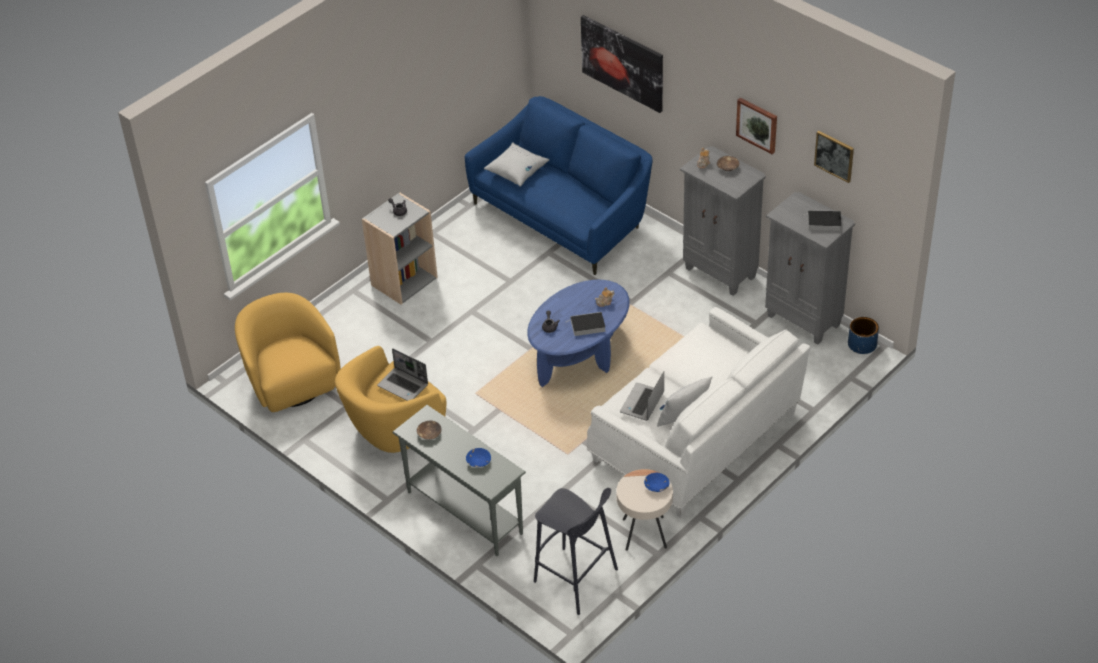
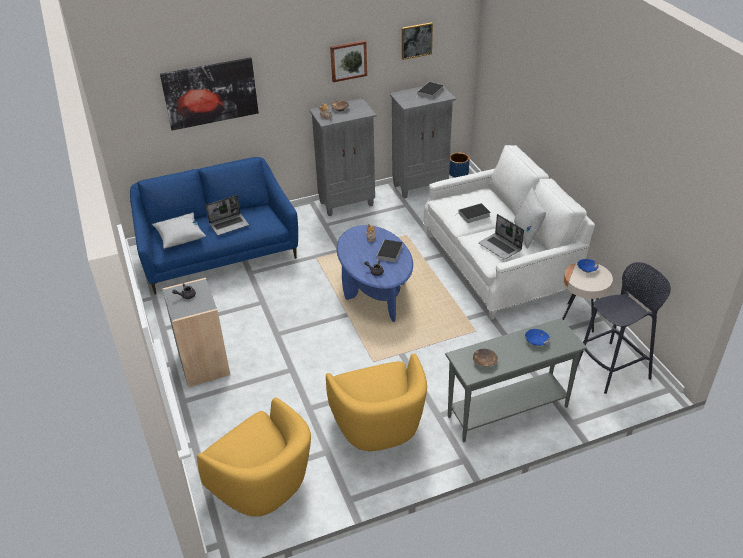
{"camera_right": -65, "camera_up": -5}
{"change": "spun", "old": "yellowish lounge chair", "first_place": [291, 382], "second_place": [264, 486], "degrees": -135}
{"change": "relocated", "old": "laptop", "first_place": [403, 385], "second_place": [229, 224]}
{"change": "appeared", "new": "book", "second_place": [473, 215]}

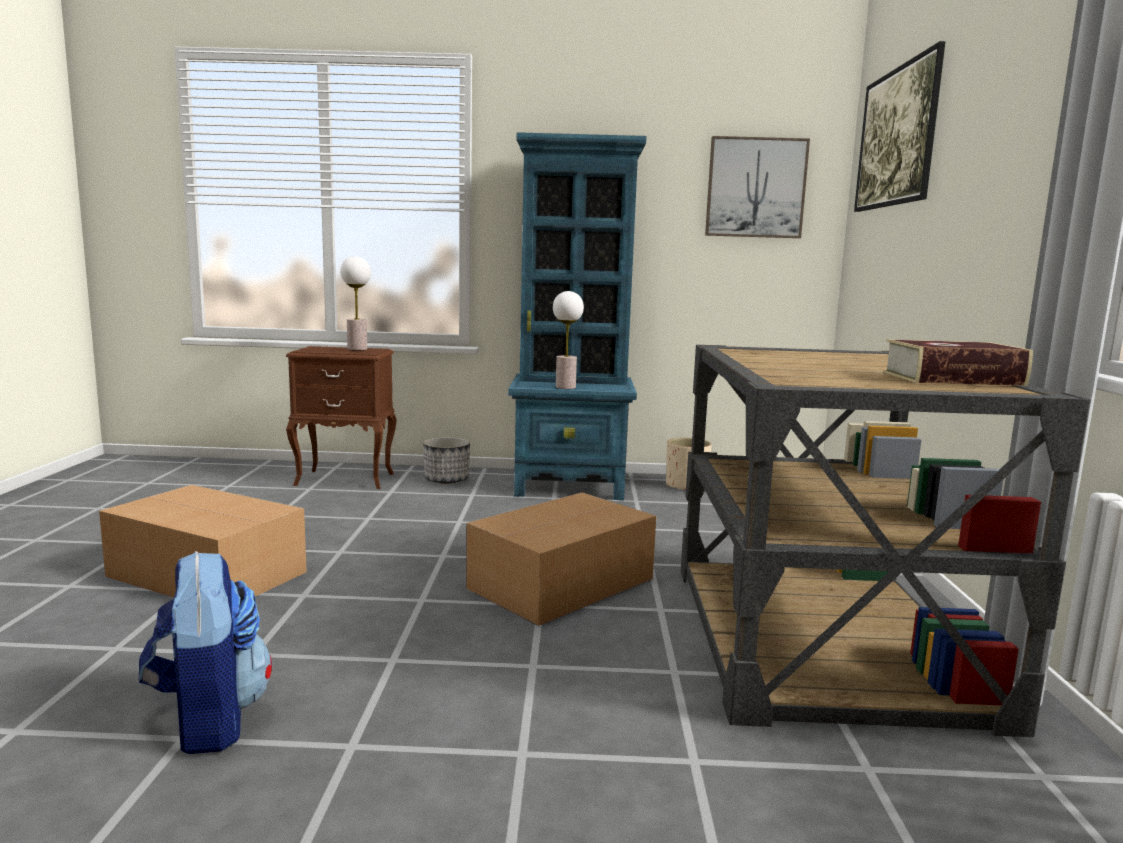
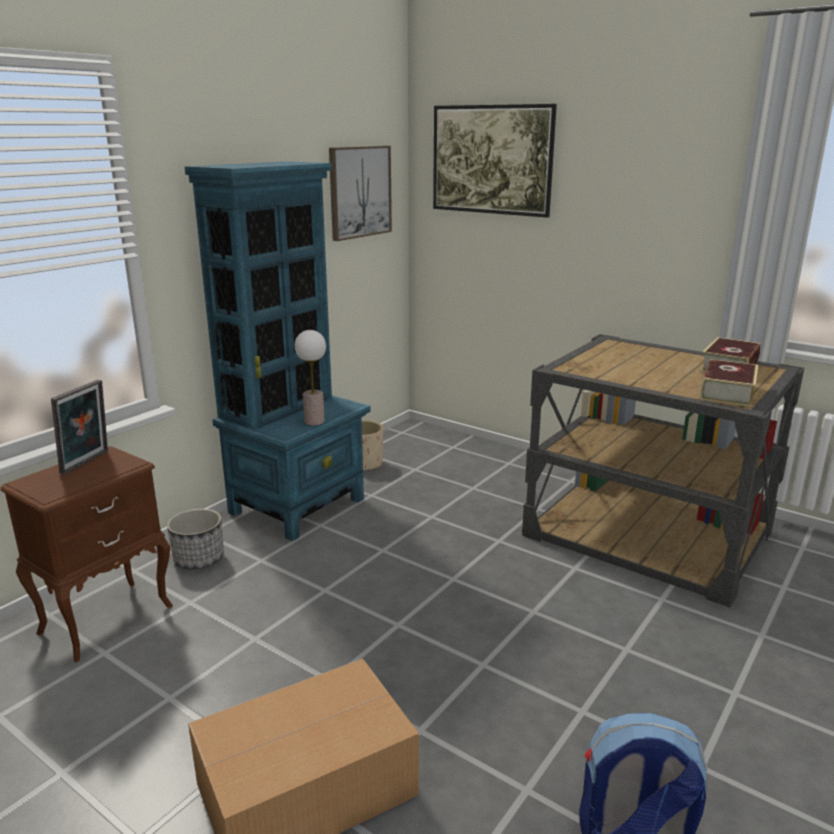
{"camera_right": -55, "camera_up": 10}
{"change": "exchanged", "old": "lamp for a table", "new": "standing frame", "first_place": [357, 349], "second_place": [87, 462]}
{"change": "appeared", "new": "book", "second_place": [727, 392]}
{"change": "missing", "old": "carton", "first_place": [564, 583]}

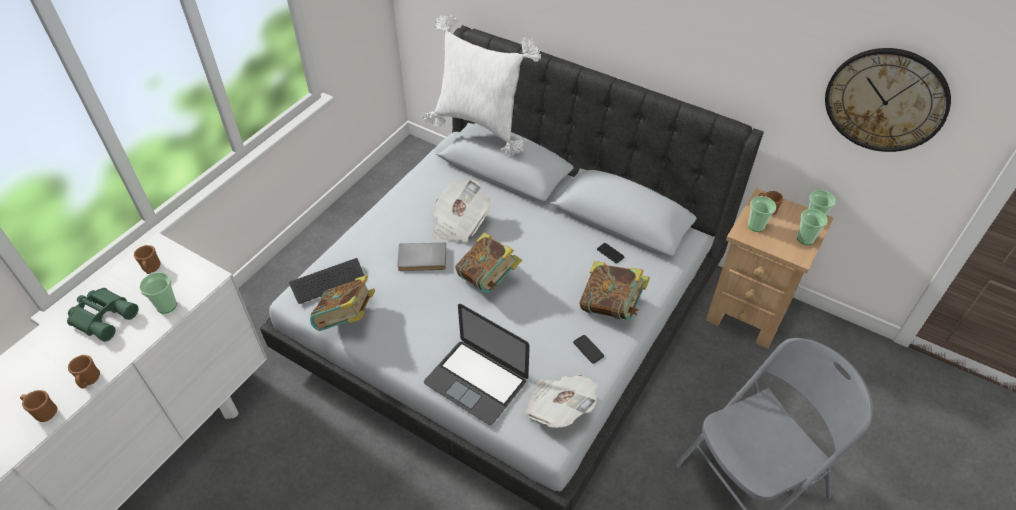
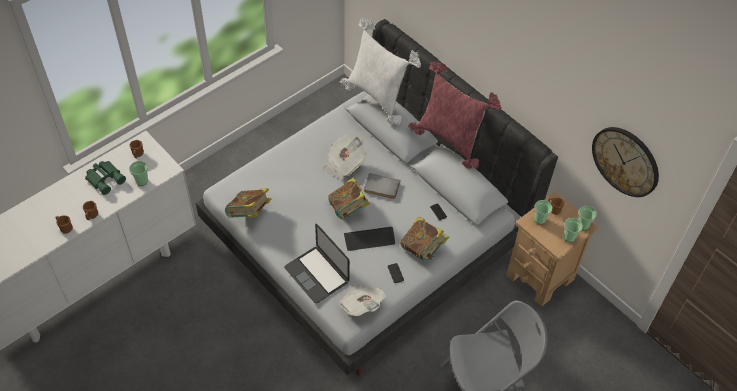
{"camera_right": 15, "camera_up": 5}
{"change": "relocated", "old": "computer keyboard", "first_place": [328, 282], "second_place": [369, 239]}
{"change": "relocated", "old": "greyish book", "first_place": [422, 259], "second_place": [381, 188]}
{"change": "appeared", "new": "reddish throw pillow", "second_place": [450, 143]}

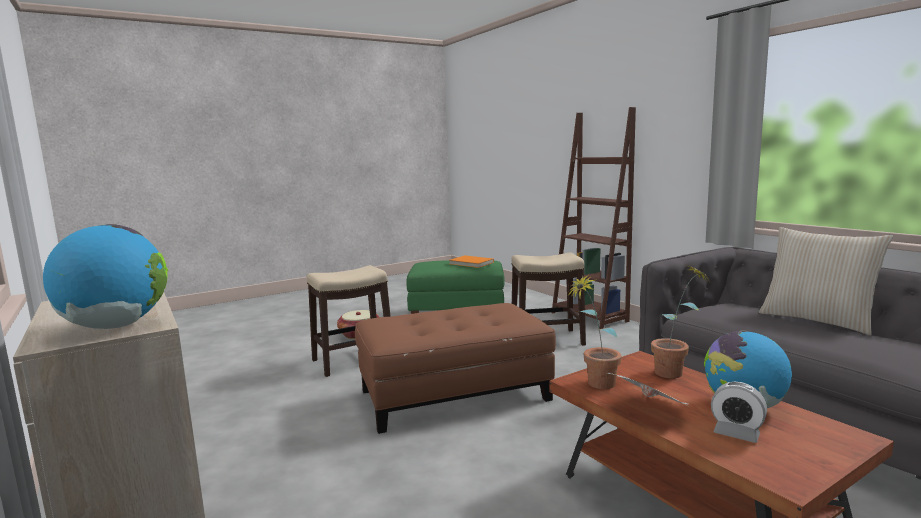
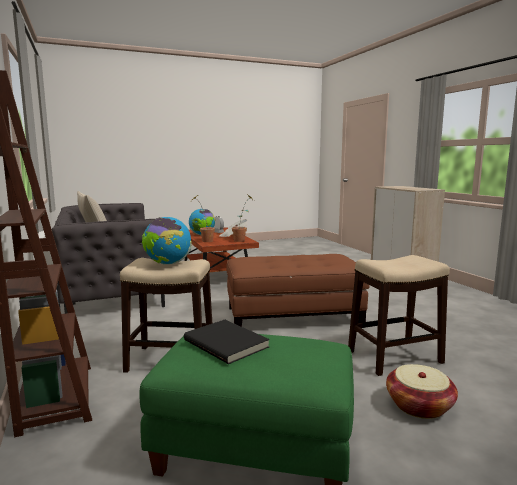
{"camera_right": -170, "camera_up": 0}
{"change": "relocated", "old": "globe", "first_place": [116, 326], "second_place": [168, 264]}
{"change": "colour", "old": "orange book", "new": "black book", "first_place": [471, 263], "second_place": [227, 343]}

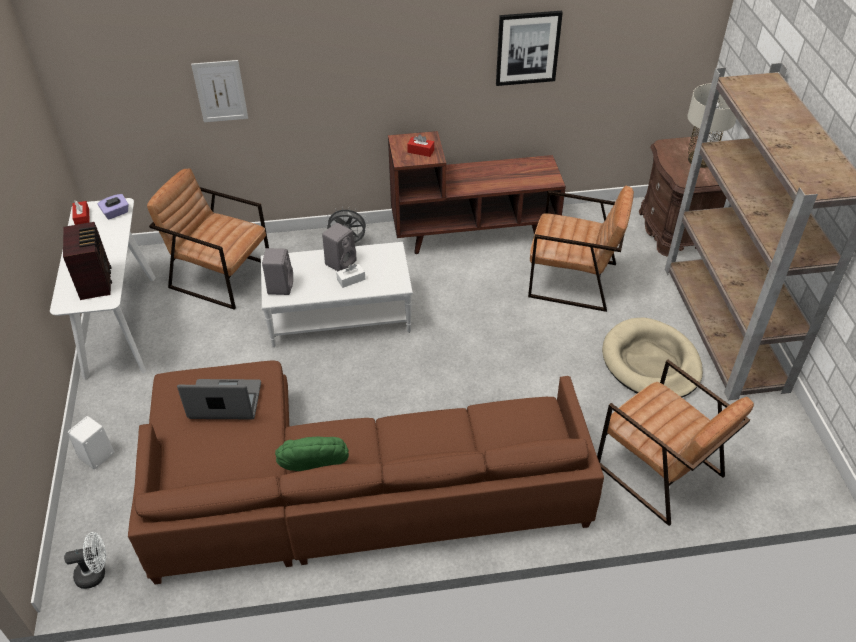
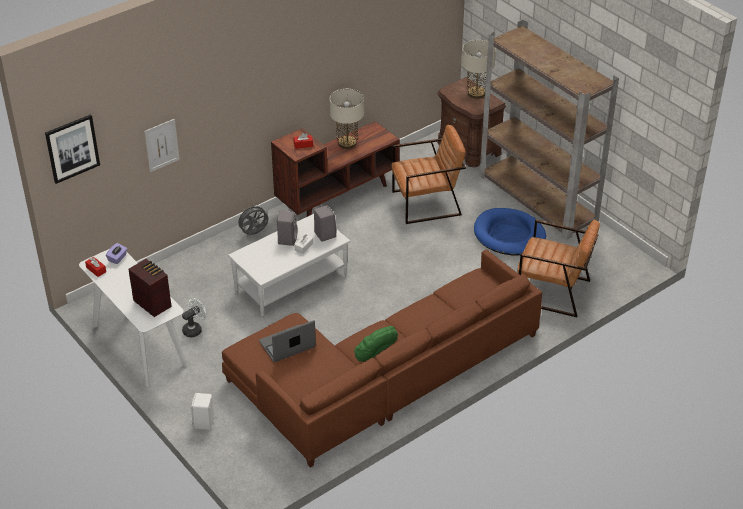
{"camera_right": -30, "camera_up": -5}
{"change": "relocated", "old": "wall picture", "first_place": [527, 48], "second_place": [72, 148]}
{"change": "relocated", "old": "whitish fan", "first_place": [96, 573], "second_place": [194, 329]}
{"change": "relocated", "old": "greyish speaker", "first_place": [280, 286], "second_place": [324, 234]}
{"change": "appeared", "new": "lamp for a table", "second_place": [347, 143]}
{"change": "colour", "old": "sand-coloured dog cushion", "new": "blue-coloured dog cushion", "first_place": [651, 362], "second_place": [509, 235]}
{"change": "missing", "old": "brownish lounge chair", "first_place": [221, 275]}

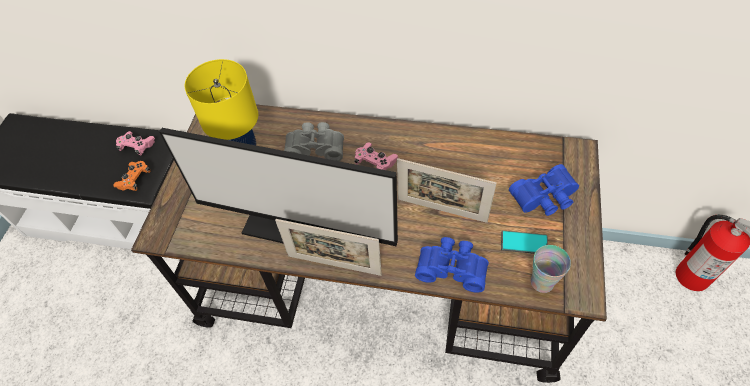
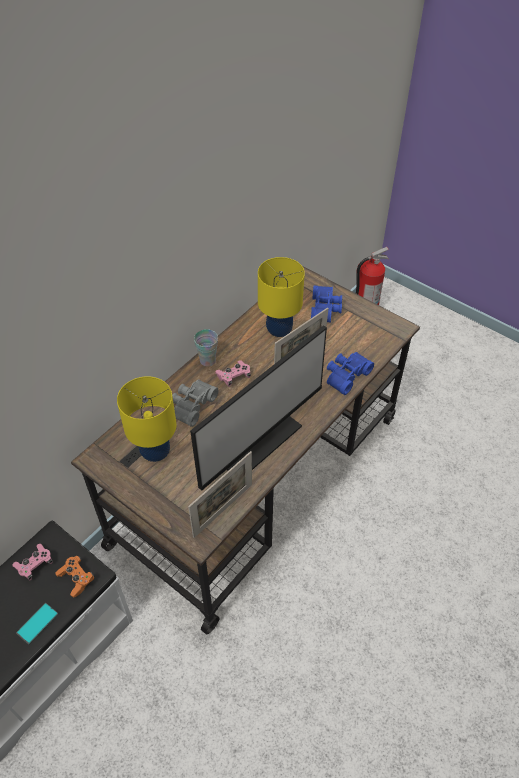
{"camera_right": -65, "camera_up": -5}
{"change": "relocated", "old": "phone", "first_place": [524, 243], "second_place": [37, 623]}
{"change": "relocated", "old": "standing frame", "first_place": [334, 265], "second_place": [223, 510]}
{"change": "relocated", "old": "cup", "first_place": [542, 282], "second_place": [207, 360]}
{"change": "appeared", "new": "yellowish lamp for a table", "second_place": [278, 331]}

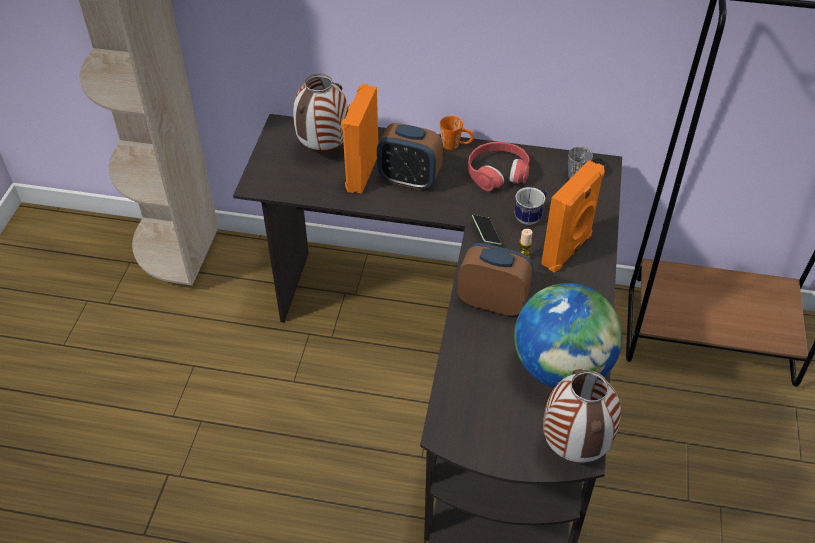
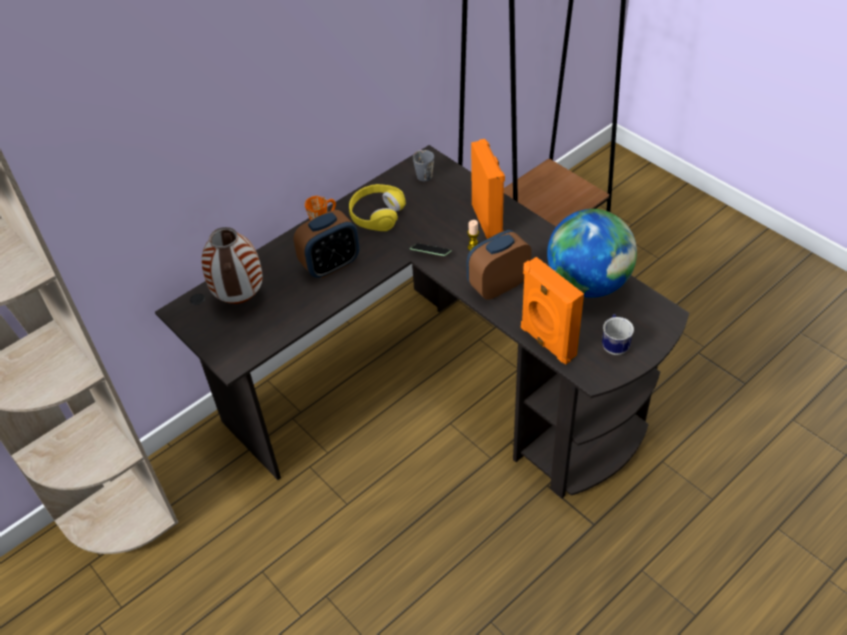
{"camera_right": -50, "camera_up": 0}
{"change": "colour", "old": "reddish headset", "new": "yellowish headset", "first_place": [497, 172], "second_place": [376, 214]}
{"change": "relocated", "old": "orange speaker", "first_place": [361, 172], "second_place": [546, 342]}
{"change": "relocated", "old": "mug", "first_place": [530, 216], "second_place": [614, 344]}
{"change": "missing", "old": "decorative vase", "first_place": [572, 448]}

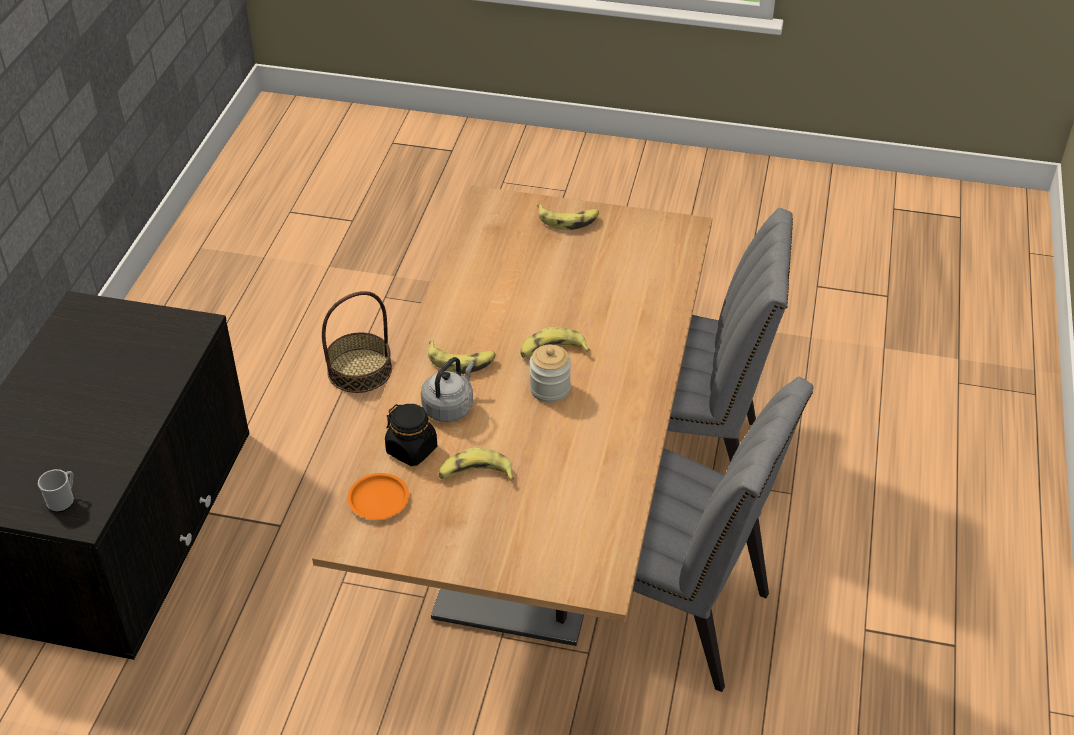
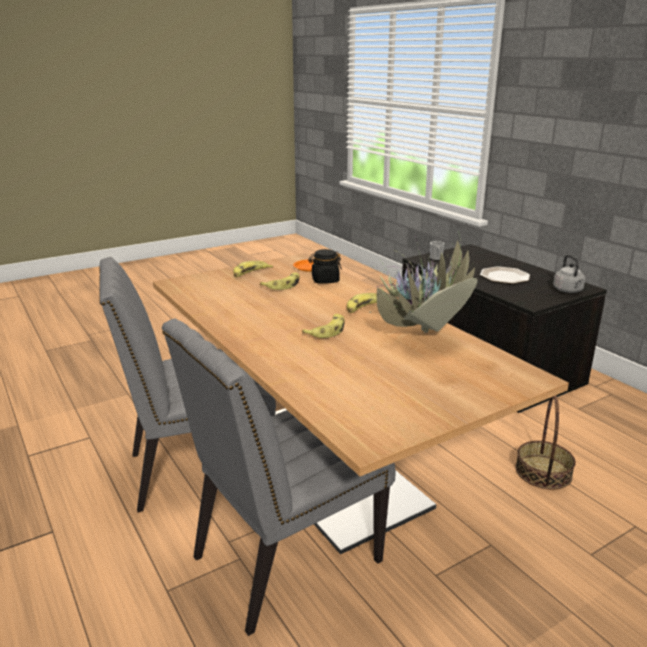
{"camera_right": 135, "camera_up": -20}
{"change": "relocated", "old": "banana fruit", "first_place": [568, 220], "second_place": [250, 273]}
{"change": "appeared", "new": "houseplant", "second_place": [421, 338]}
{"change": "appeared", "new": "dinner plate", "second_place": [504, 276]}
{"change": "relocated", "old": "greyish tea kettle", "first_place": [449, 407], "second_place": [568, 291]}
{"change": "missing", "old": "preserve jar", "first_place": [550, 389]}

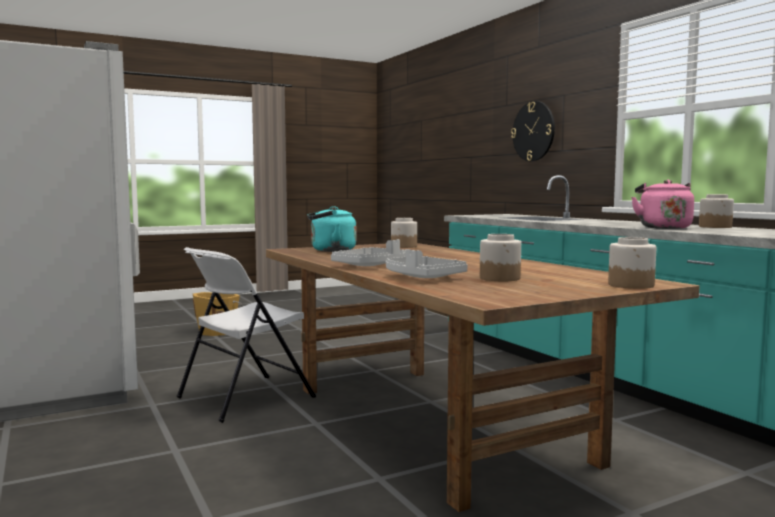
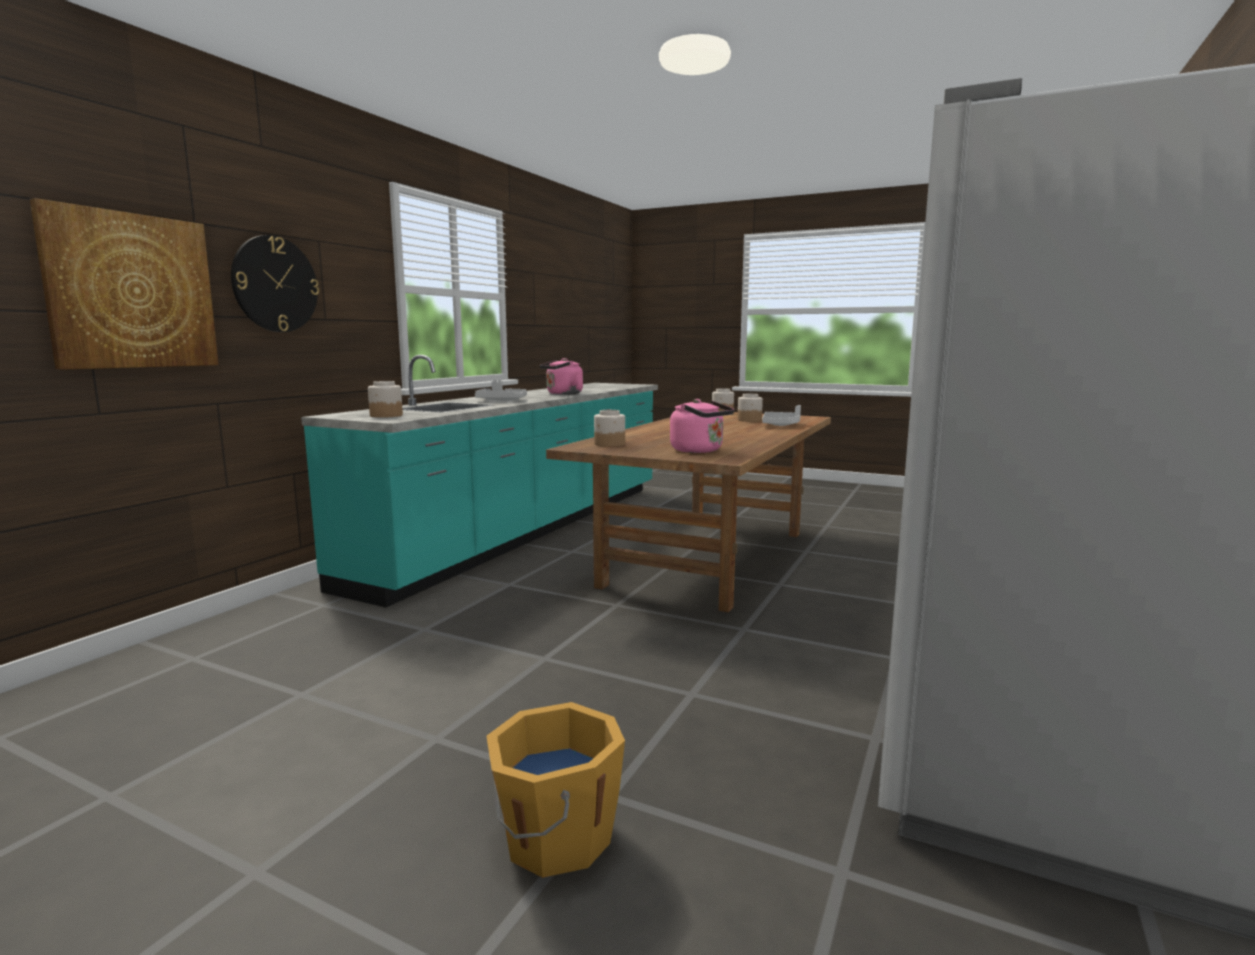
{"camera_right": -125, "camera_up": 5}
{"change": "appeared", "new": "wall picture", "second_place": [131, 291]}
{"change": "relocated", "old": "preserve jar", "first_place": [715, 227], "second_place": [386, 415]}
{"change": "relocated", "old": "greyish tray", "first_place": [370, 265], "second_place": [501, 400]}
{"change": "colour", "old": "turquoise tea kettle", "new": "pink tea kettle", "first_place": [330, 250], "second_place": [699, 451]}
{"change": "missing", "old": "whitish plain chair", "first_place": [246, 397]}

